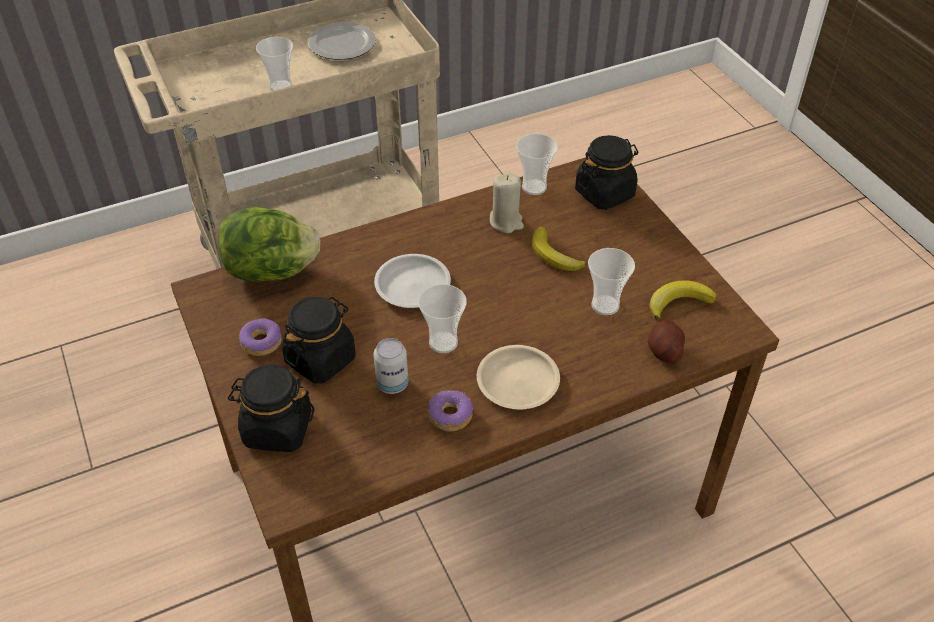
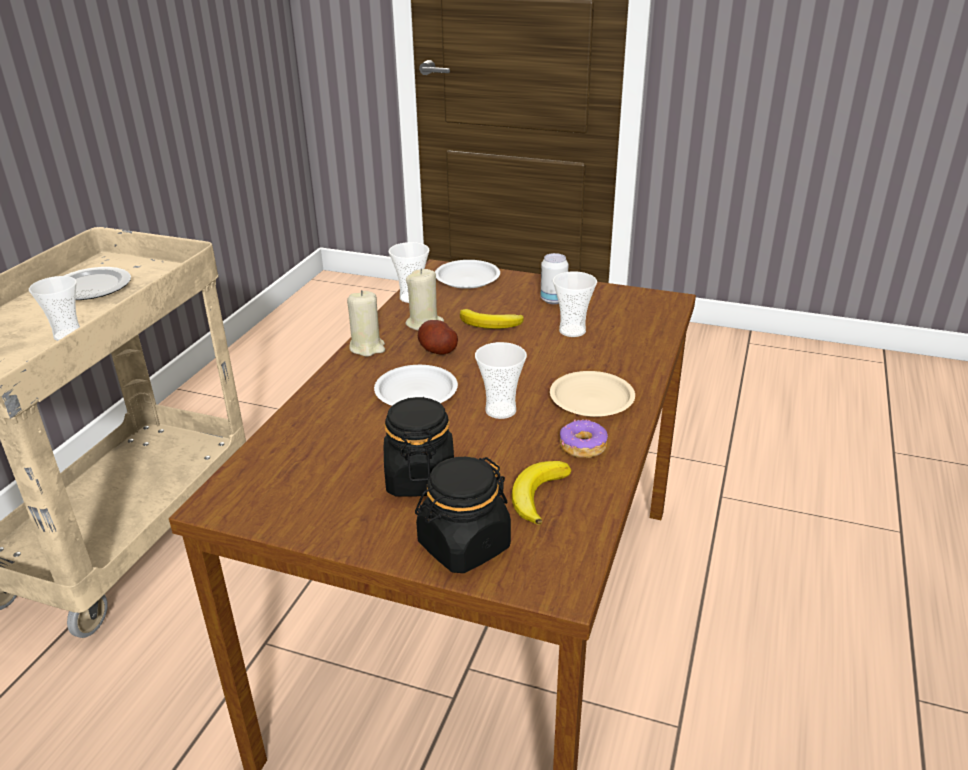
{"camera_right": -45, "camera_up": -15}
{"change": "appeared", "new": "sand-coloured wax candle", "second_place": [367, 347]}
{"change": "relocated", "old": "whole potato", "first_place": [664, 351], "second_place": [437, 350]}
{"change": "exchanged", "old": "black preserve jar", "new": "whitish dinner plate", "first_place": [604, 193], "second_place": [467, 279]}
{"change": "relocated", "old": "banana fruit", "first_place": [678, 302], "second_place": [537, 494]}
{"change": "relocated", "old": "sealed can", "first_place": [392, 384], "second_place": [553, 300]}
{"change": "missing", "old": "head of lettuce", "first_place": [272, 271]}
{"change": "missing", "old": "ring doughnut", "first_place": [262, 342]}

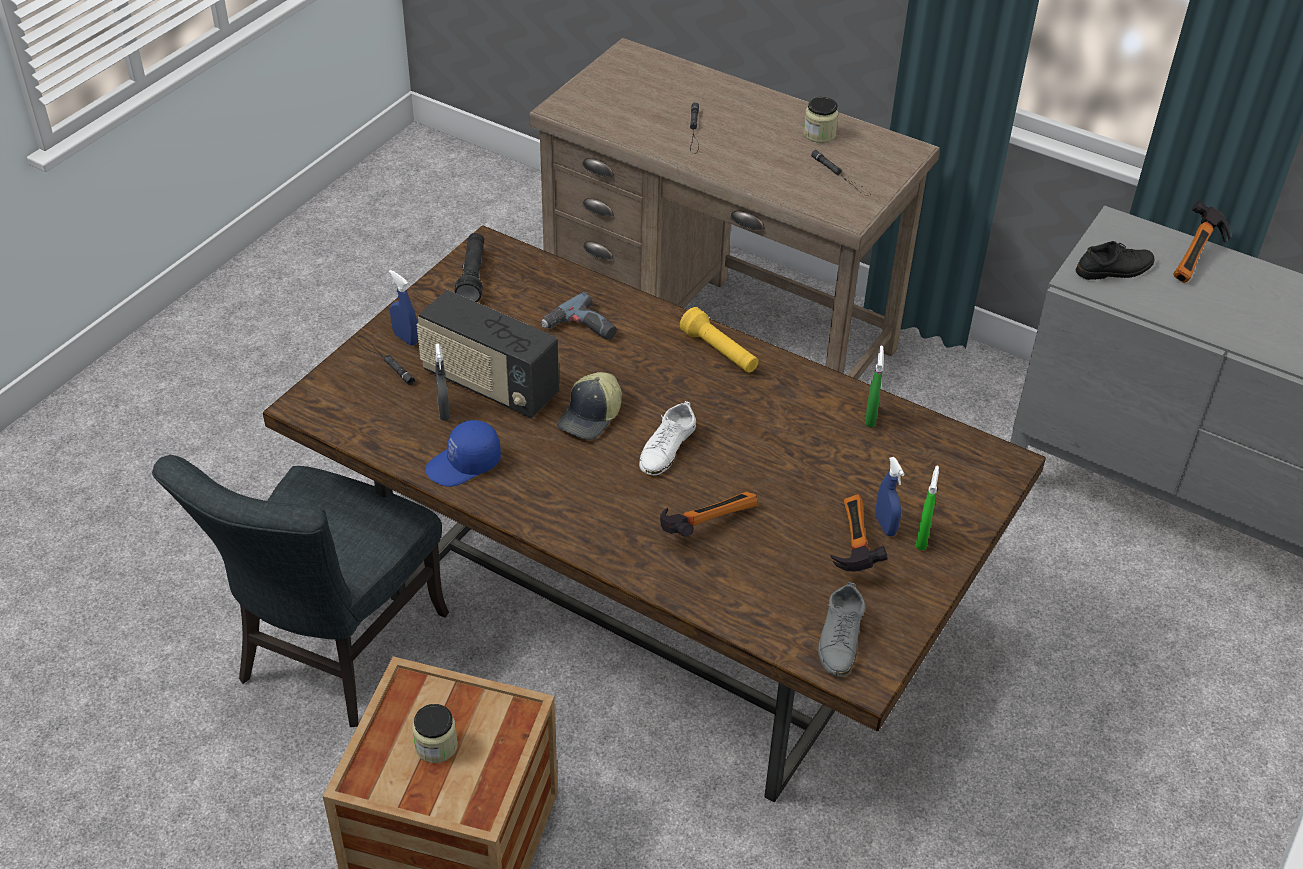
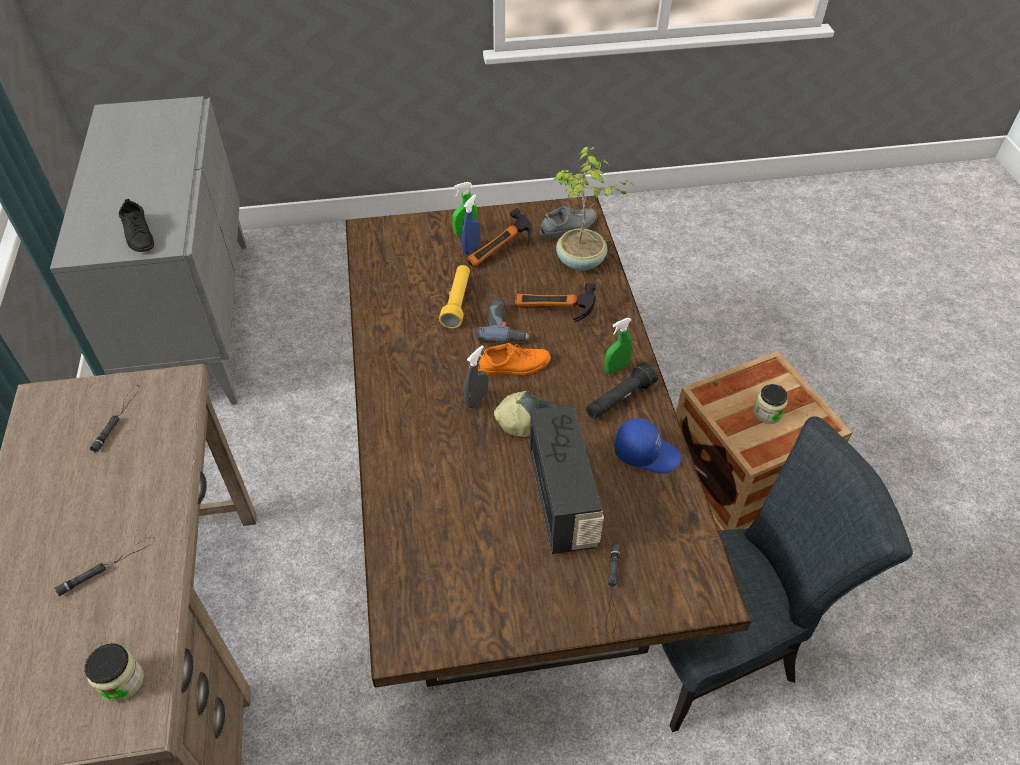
{"camera_right": -130, "camera_up": 5}
{"change": "relocated", "old": "preserve jar", "first_place": [819, 134], "second_place": [121, 681]}
{"change": "spun", "old": "black low shoe", "first_place": [1114, 269], "second_place": [139, 234], "degrees": -150}
{"change": "relocated", "old": "yellowish torch", "first_place": [719, 352], "second_place": [457, 302]}
{"change": "relocated", "old": "greyish sprayer", "first_place": [444, 411], "second_place": [476, 400]}
{"change": "relocated", "old": "power drill", "first_place": [580, 329], "second_place": [505, 326]}
{"change": "colour", "old": "whitish low shoe", "new": "orange low shoe", "first_place": [667, 448], "second_place": [514, 366]}
{"change": "appeared", "new": "houseplant", "second_place": [581, 262]}
{"change": "relocated", "old": "black torch", "first_place": [472, 276], "second_place": [619, 400]}
{"change": "relocated", "old": "greenish sprayer", "first_place": [870, 417], "second_place": [616, 368]}
{"change": "missing", "old": "blue-coloured sprayer", "first_place": [405, 338]}
{"change": "missing", "old": "hammer", "first_place": [1198, 259]}

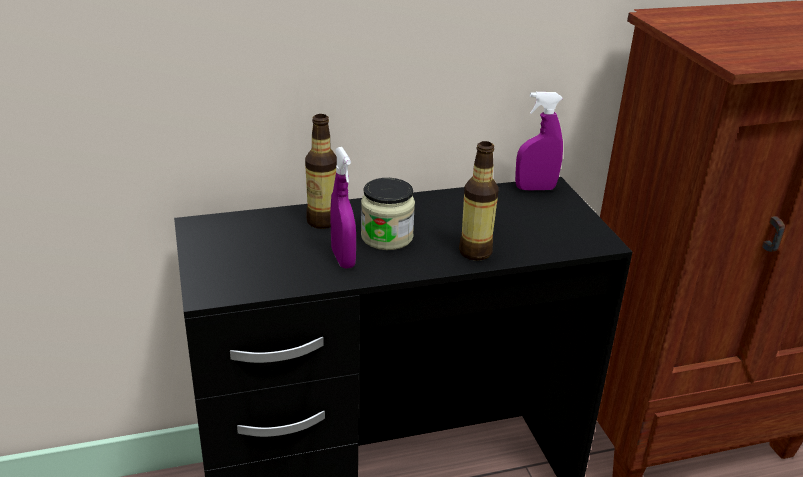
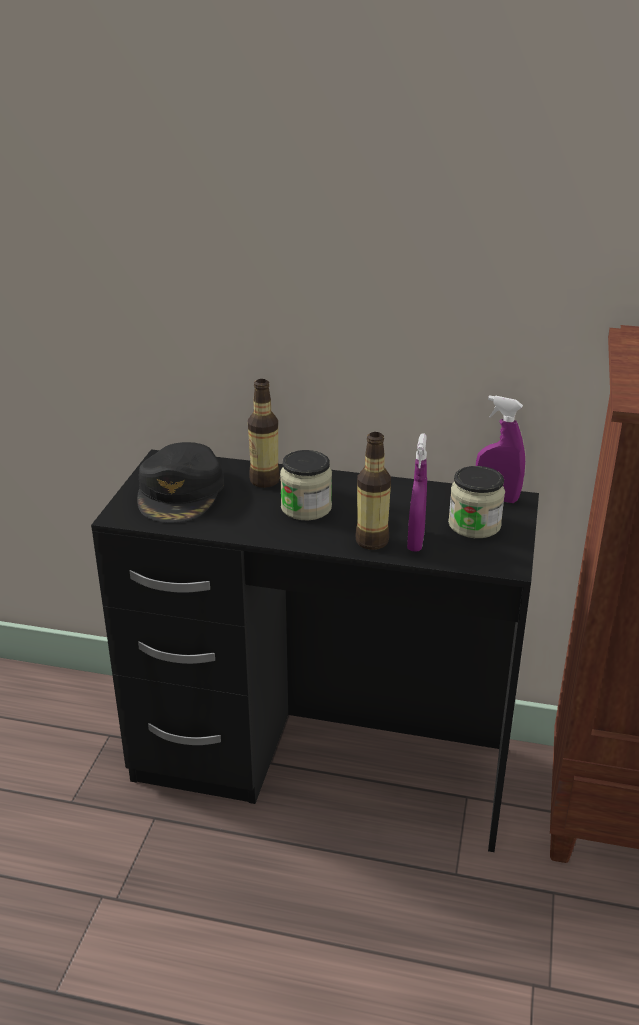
{"camera_right": 30, "camera_up": 0}
{"change": "appeared", "new": "black peaked cap", "second_place": [181, 492]}
{"change": "relocated", "old": "purple-coloured sprayer", "first_place": [343, 258], "second_place": [415, 542]}
{"change": "appeared", "new": "preserve jar", "second_place": [474, 525]}

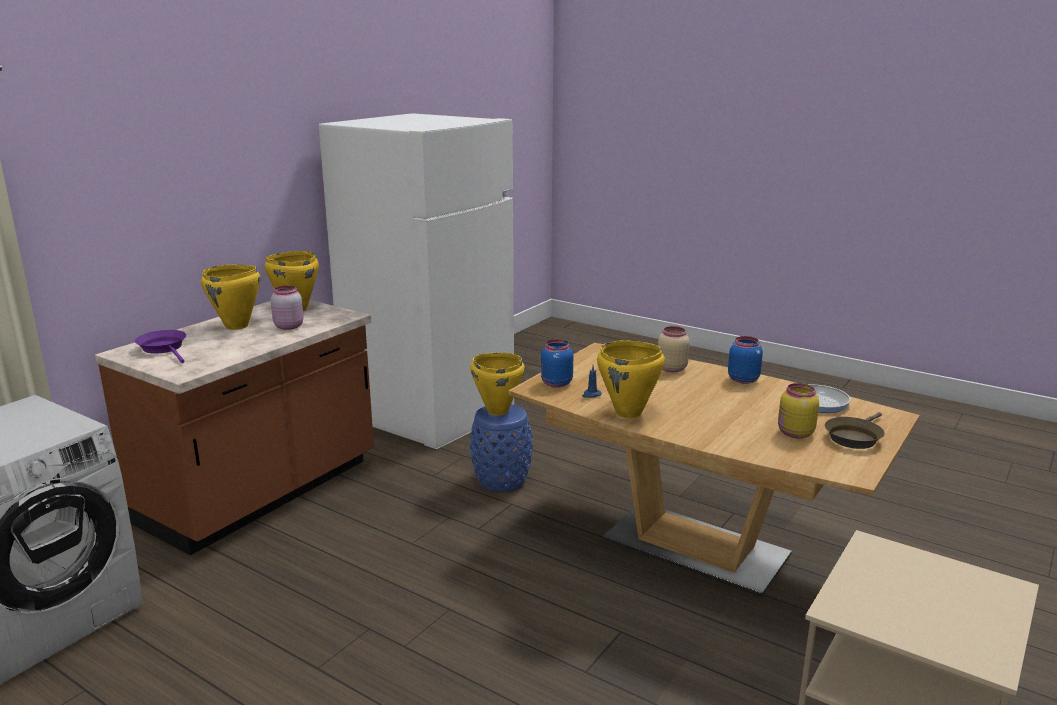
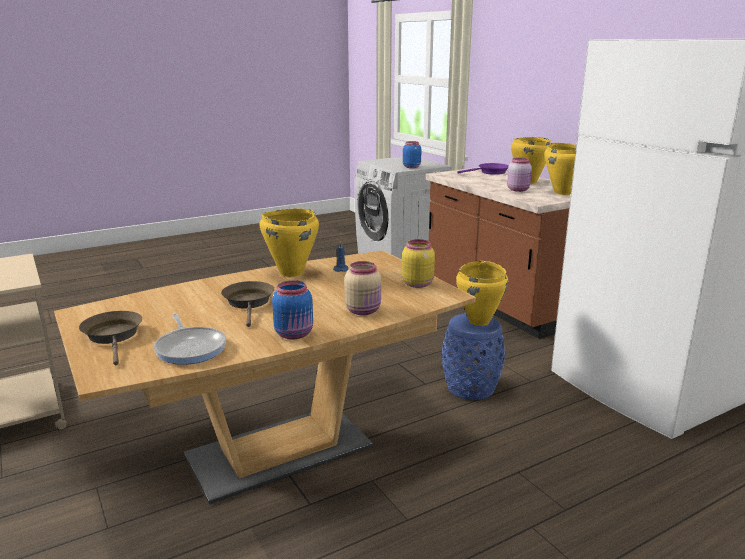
{"camera_right": 115, "camera_up": 0}
{"change": "appeared", "new": "brownish pan", "second_place": [249, 303]}
{"change": "relocated", "old": "yellowish preserve jar", "first_place": [794, 433], "second_place": [417, 283]}
{"change": "relocated", "old": "blue-coloured preserve jar", "first_place": [555, 383], "second_place": [411, 167]}

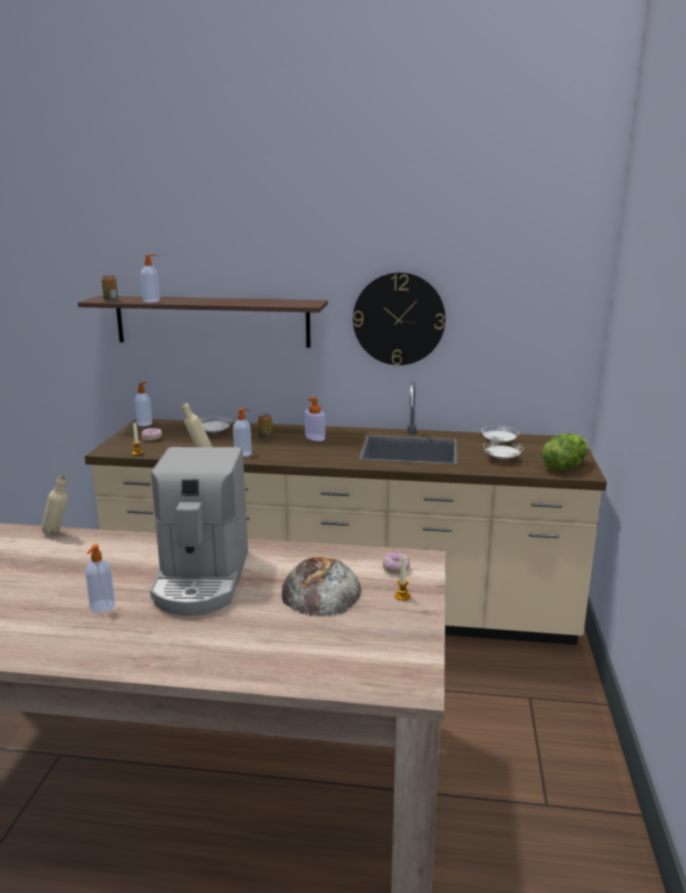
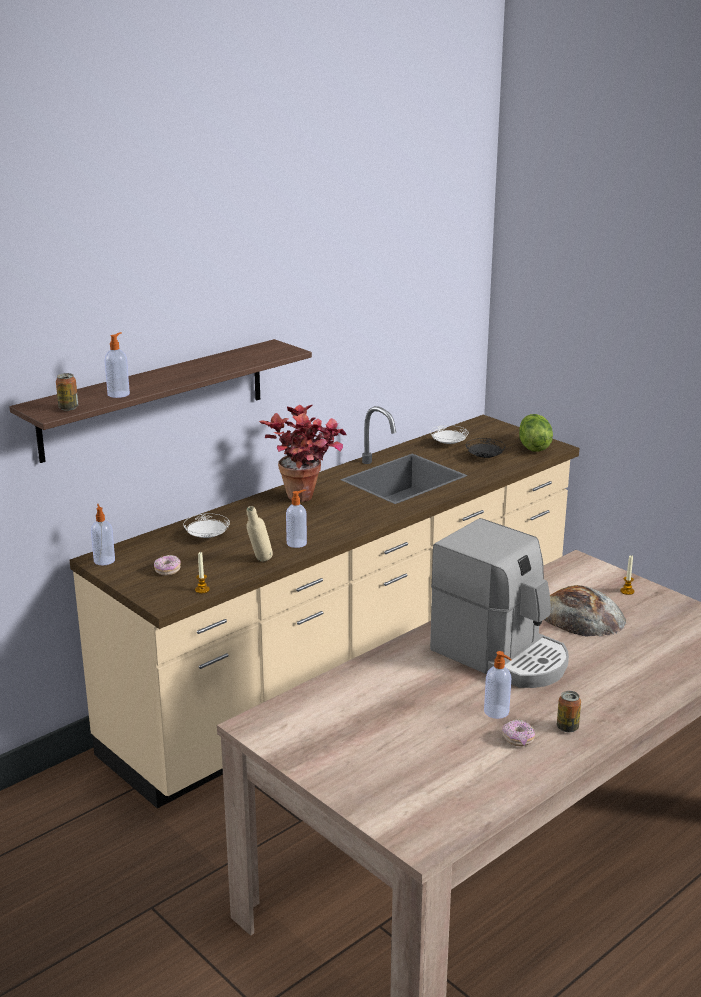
{"camera_right": -50, "camera_up": 5}
{"change": "exchanged", "old": "soap bottle", "new": "houseplant", "first_place": [315, 437], "second_place": [307, 500]}
{"change": "colour", "old": "whitish dinner plate", "new": "black dinner plate", "first_place": [502, 459], "second_place": [484, 457]}
{"change": "relocated", "old": "ring doughnut", "first_place": [395, 569], "second_place": [518, 739]}
{"change": "relocated", "old": "sealed can", "first_place": [265, 437], "second_place": [567, 727]}
{"change": "missing", "old": "sand-coloured bottle", "first_place": [58, 534]}
{"change": "missing", "old": "wall clock", "first_place": [399, 319]}

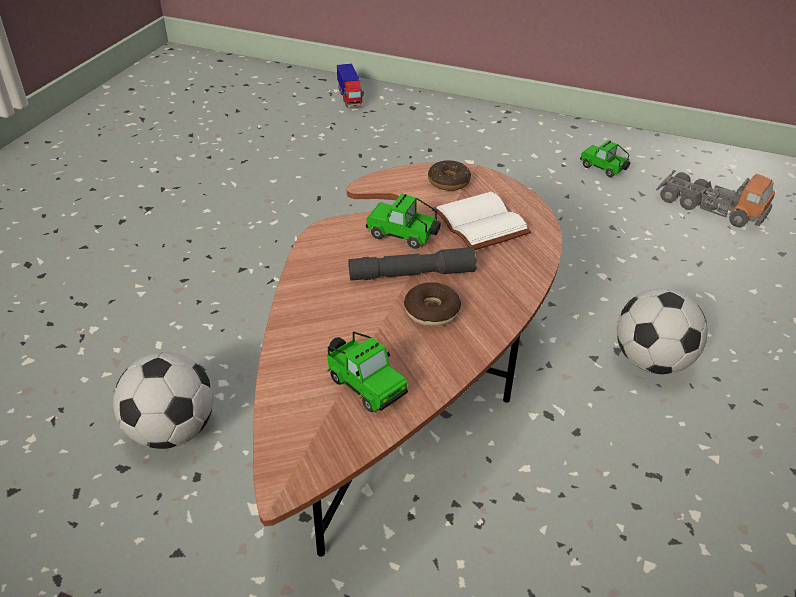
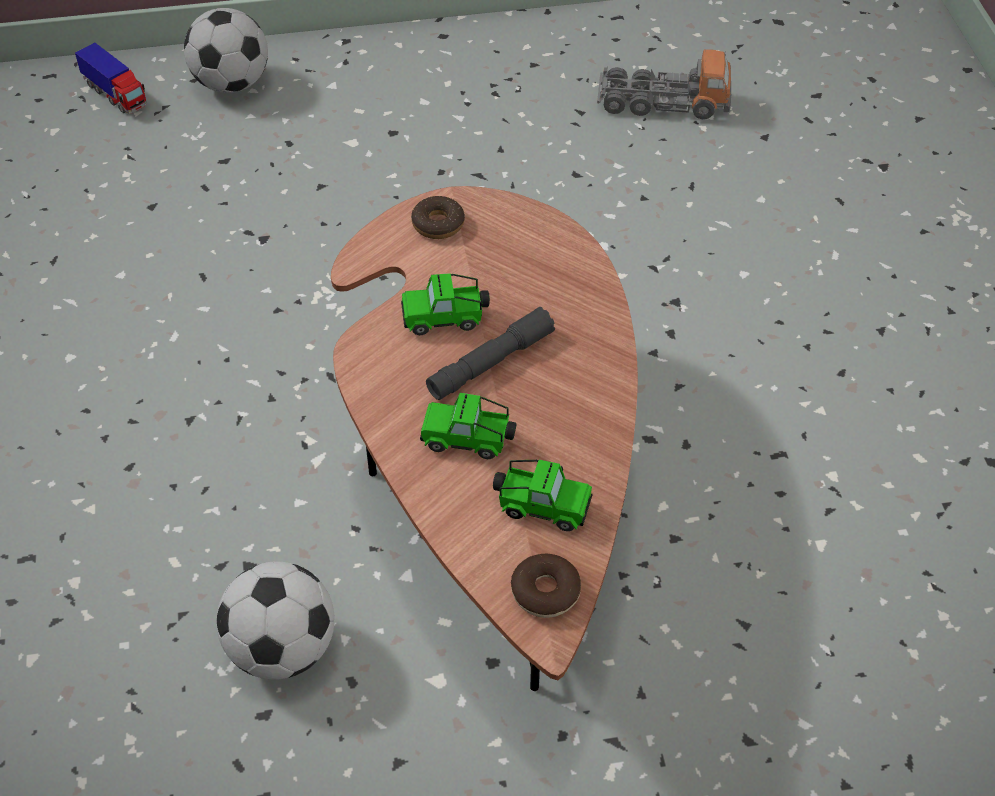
{"camera_right": -30, "camera_up": 10}
{"change": "relocated", "old": "ball for football", "first_place": [651, 361], "second_place": [232, 84]}
{"change": "relocated", "old": "toy car", "first_place": [604, 169], "second_place": [469, 440]}
{"change": "relocated", "old": "ring doughnut", "first_place": [431, 311], "second_place": [545, 592]}
{"change": "missing", "old": "whitish book", "first_place": [477, 223]}

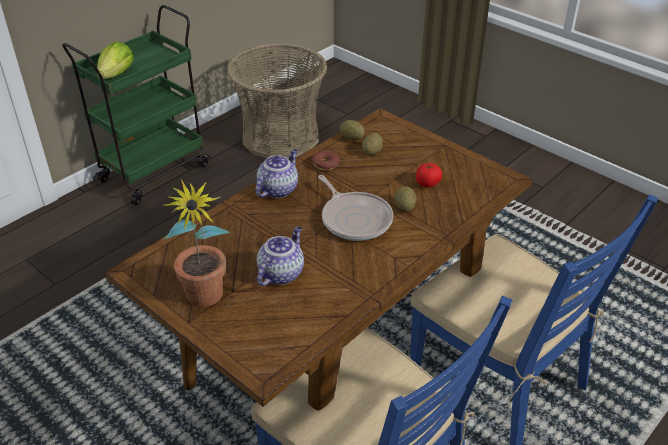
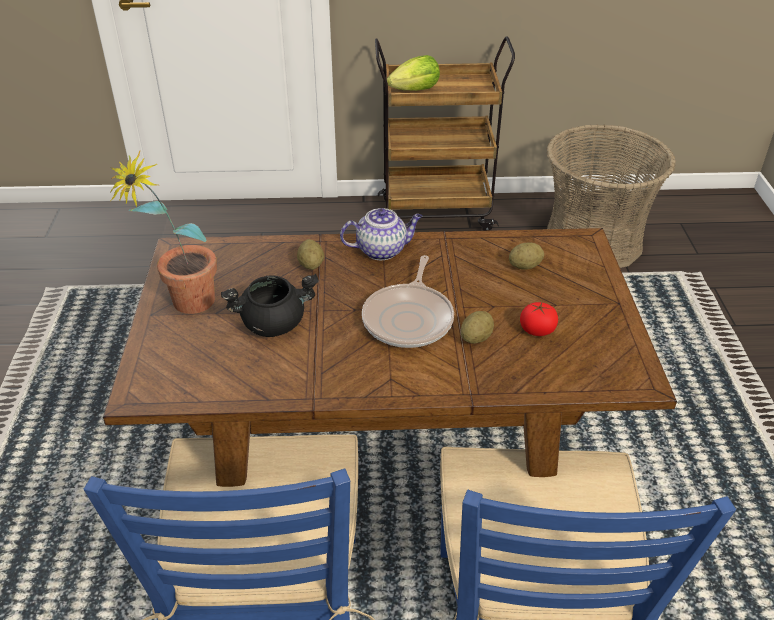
{"camera_right": 45, "camera_up": 0}
{"change": "exchanged", "old": "teapot", "new": "black cooking pot", "first_place": [281, 273], "second_place": [273, 324]}
{"change": "relocated", "old": "whole potato", "first_place": [352, 138], "second_place": [311, 265]}
{"change": "colour", "old": "greenish trolley", "new": "brownish trolley", "first_place": [155, 173], "second_place": [437, 215]}
{"change": "missing", "old": "ring doughnut", "first_place": [325, 164]}

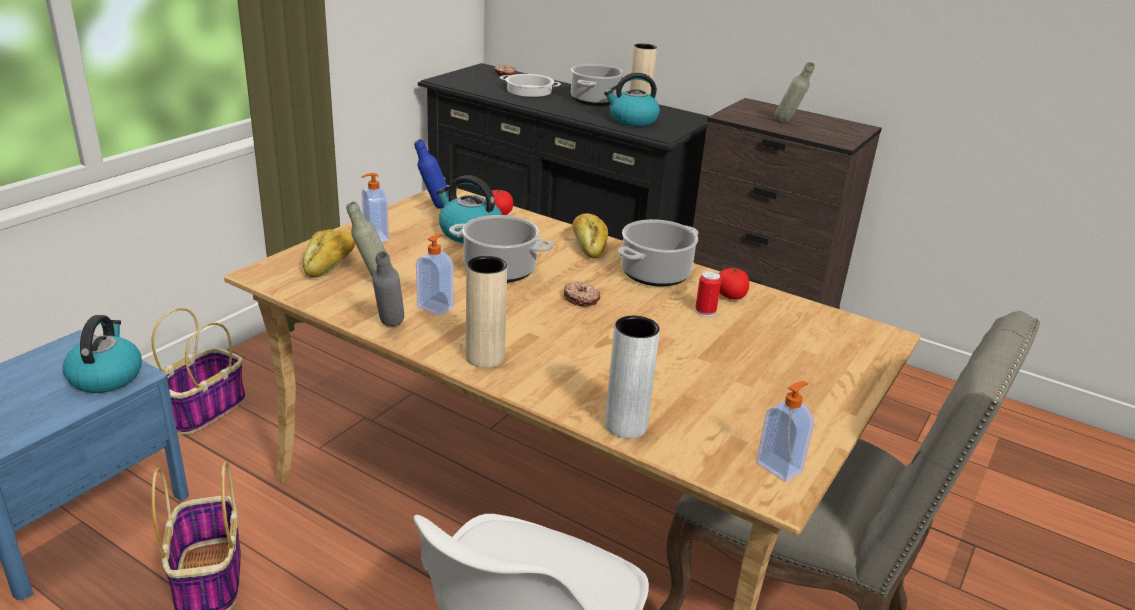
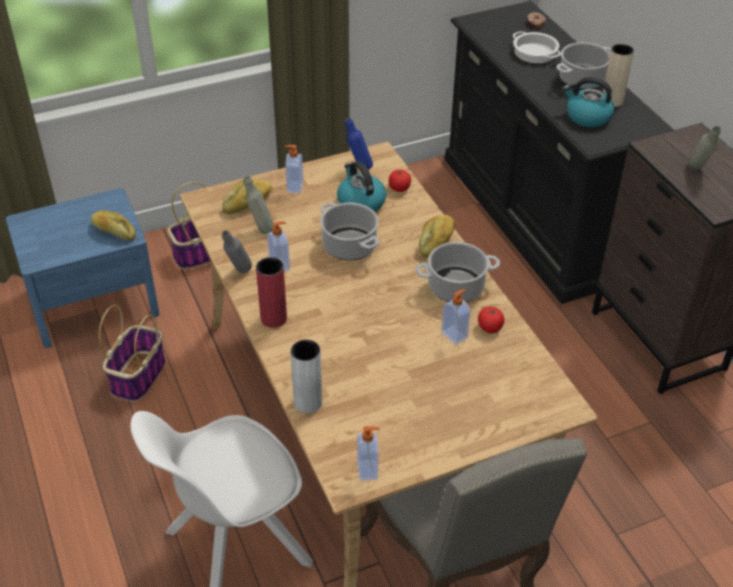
{"camera_right": 35, "camera_up": 15}
{"change": "exchanged", "old": "tea kettle", "new": "baked bread", "first_place": [106, 376], "second_place": [114, 231]}
{"change": "colour", "old": "sand-coloured decorative vase", "new": "reddish decorative vase", "first_place": [485, 358], "second_place": [273, 318]}
{"change": "exchanged", "old": "sealed can", "new": "soap bottle", "first_place": [705, 311], "second_place": [455, 334]}
{"change": "missing", "old": "ring doughnut", "first_place": [581, 299]}

